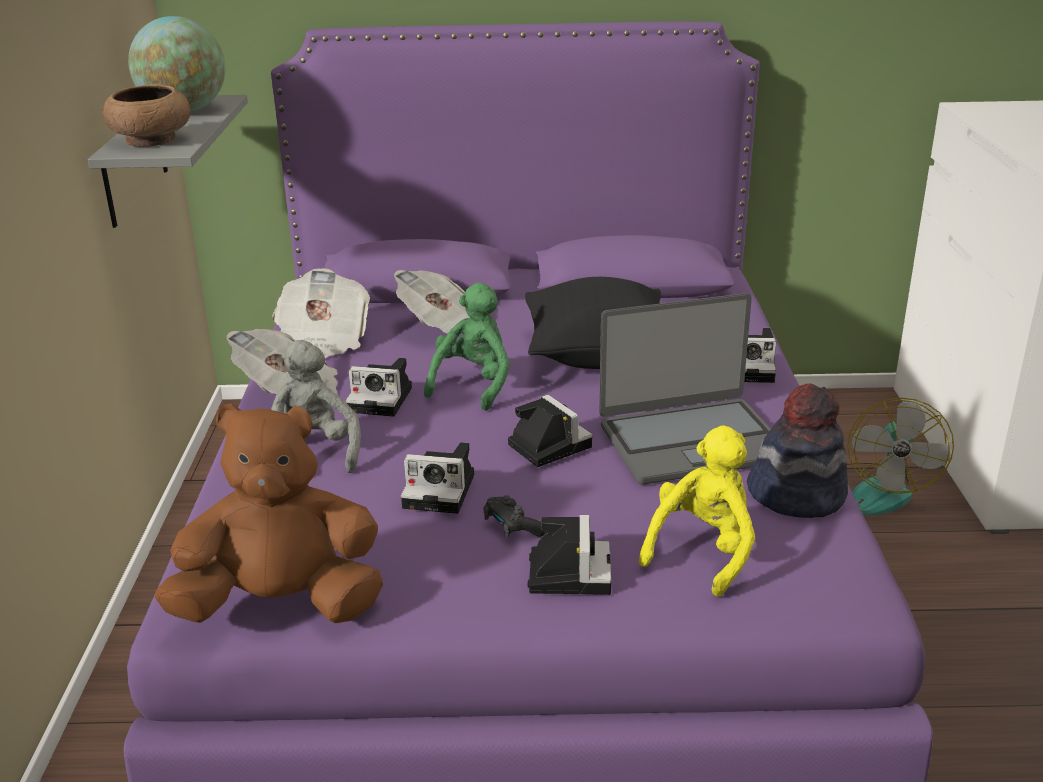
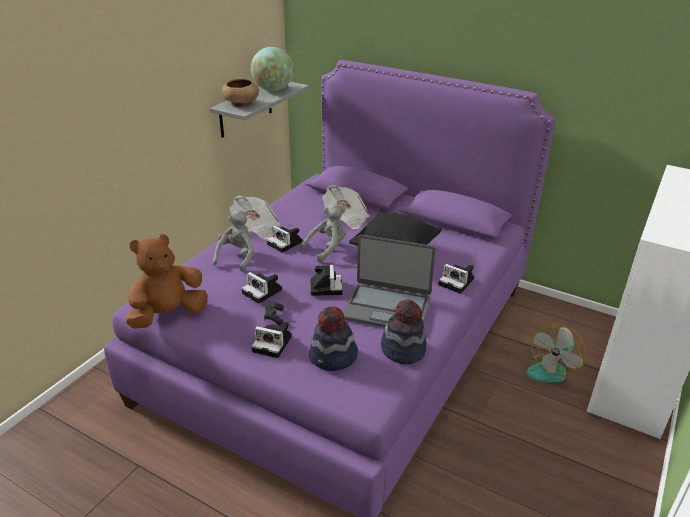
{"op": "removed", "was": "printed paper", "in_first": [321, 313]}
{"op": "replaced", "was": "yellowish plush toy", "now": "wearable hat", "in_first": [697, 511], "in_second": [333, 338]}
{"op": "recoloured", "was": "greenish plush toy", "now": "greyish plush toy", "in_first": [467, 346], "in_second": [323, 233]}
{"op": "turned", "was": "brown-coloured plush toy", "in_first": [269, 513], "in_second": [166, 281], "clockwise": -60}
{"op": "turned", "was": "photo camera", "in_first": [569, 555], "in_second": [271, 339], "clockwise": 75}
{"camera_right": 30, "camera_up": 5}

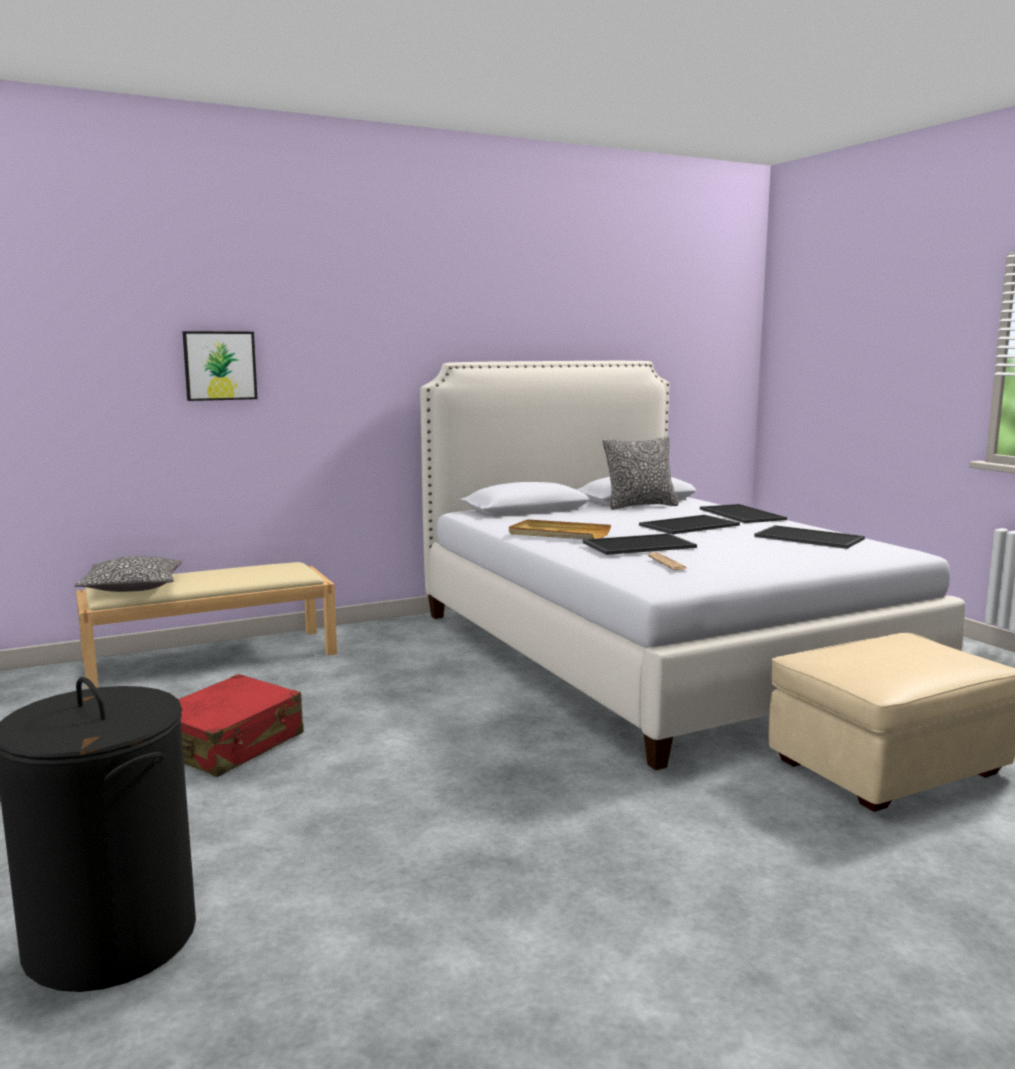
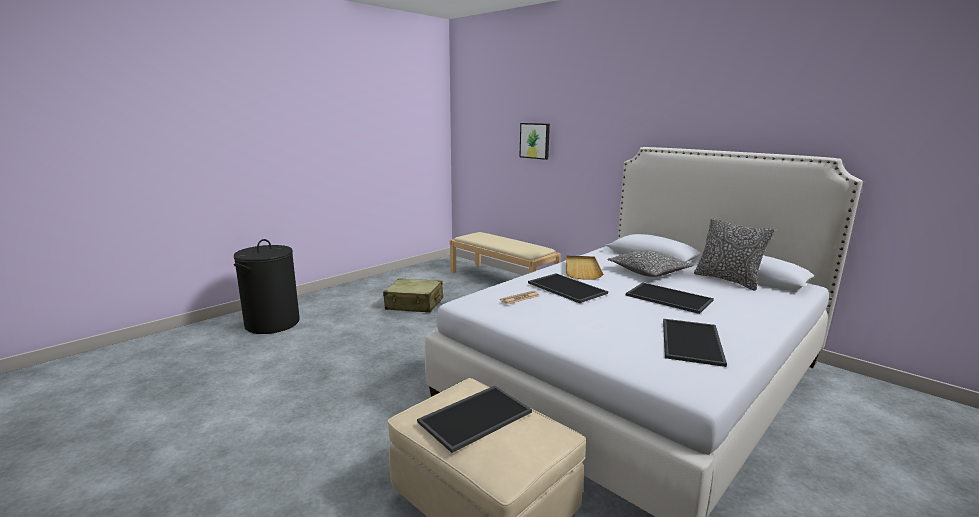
{"op": "moved", "was": "cushion", "in_first": [128, 574], "in_second": [650, 263]}
{"op": "moved", "was": "carrying tray", "in_first": [743, 513], "in_second": [474, 419]}
{"op": "recoloured", "was": "red-coloured travel case", "now": "beige-coloured travel case", "in_first": [241, 725], "in_second": [413, 295]}
{"camera_right": 70, "camera_up": 5}

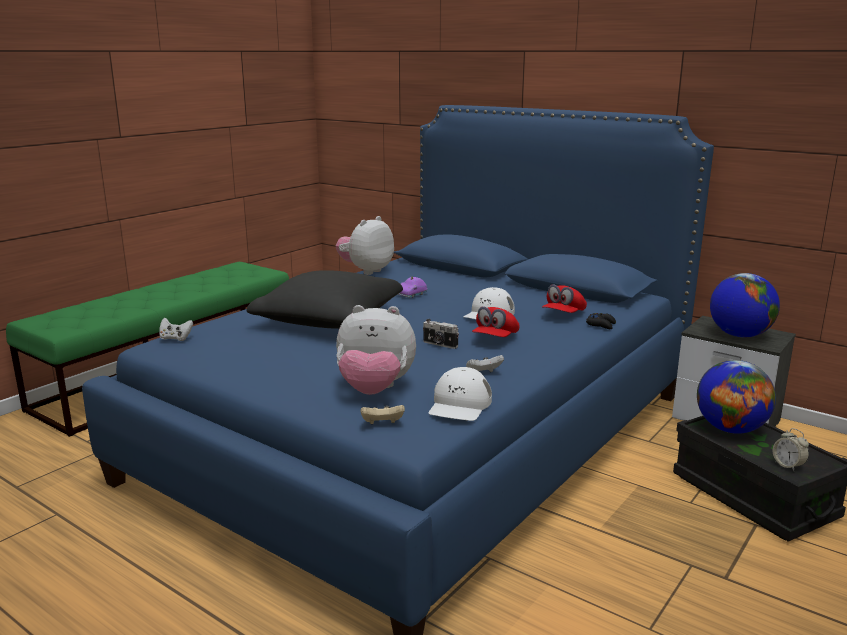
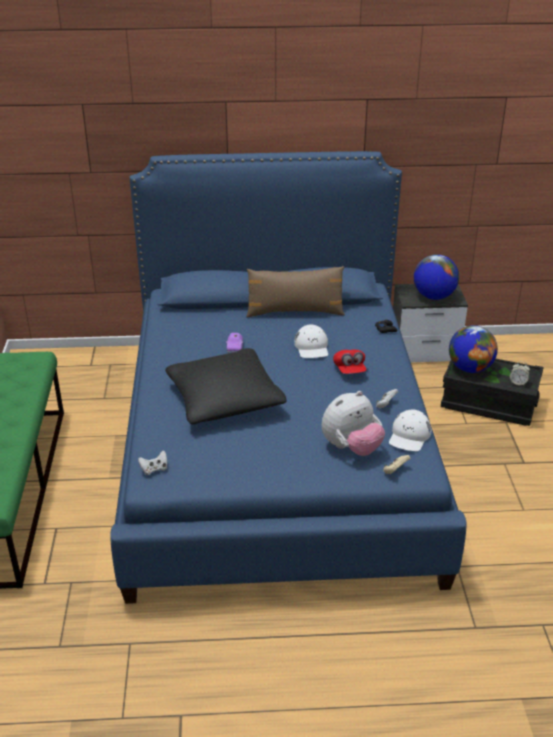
{"op": "removed", "was": "plush toy", "in_first": [365, 245]}
{"op": "removed", "was": "photo camera", "in_first": [441, 334]}
{"op": "removed", "was": "red-coloured cap", "in_first": [564, 298]}
{"op": "added", "now": "brown-coloured cushion", "in_second": [295, 291]}
{"op": "turned", "was": "white-coloured cap", "in_first": [460, 394], "in_second": [410, 430], "clockwise": 45}
{"camera_right": -40, "camera_up": 15}

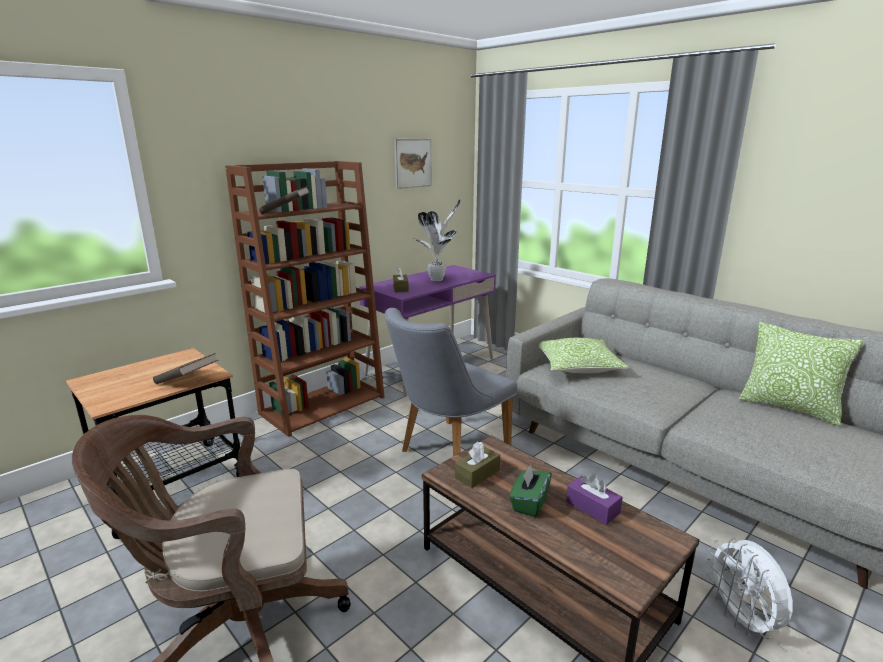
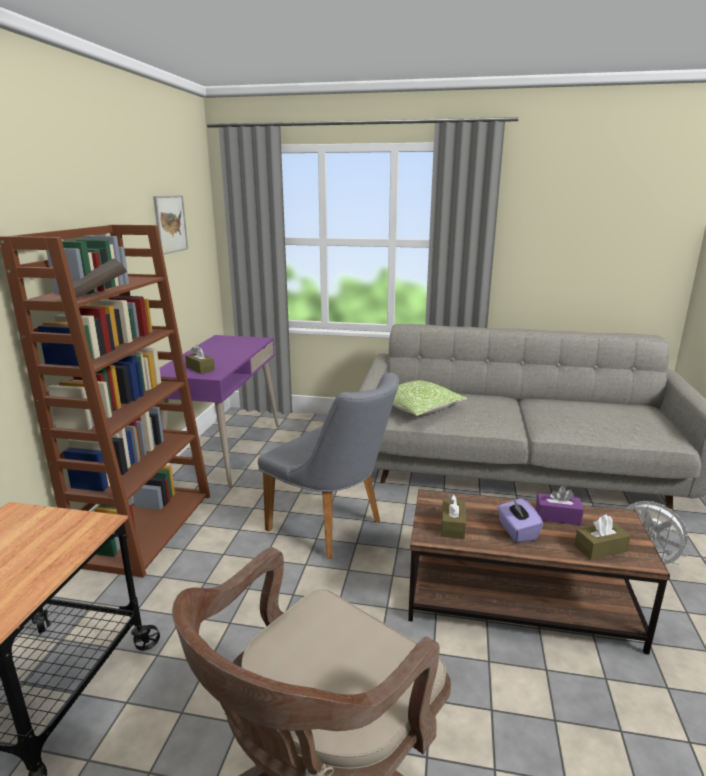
{"op": "removed", "was": "brown-coloured volume", "in_first": [186, 368]}
{"op": "removed", "was": "houseplant", "in_first": [437, 240]}
{"op": "removed", "was": "cushion", "in_first": [801, 374]}
{"op": "added", "now": "brown-coloured tissue box", "in_second": [602, 537]}
{"op": "recoloured", "was": "greenish tissue box", "now": "purple tissue box", "in_first": [530, 490], "in_second": [520, 520]}
{"op": "turned", "was": "greyish upright chair", "in_first": [451, 382], "in_second": [328, 465], "clockwise": -60}
{"camera_right": -35, "camera_up": 0}

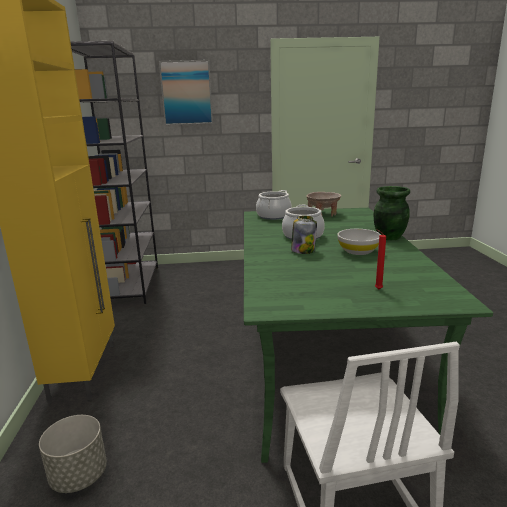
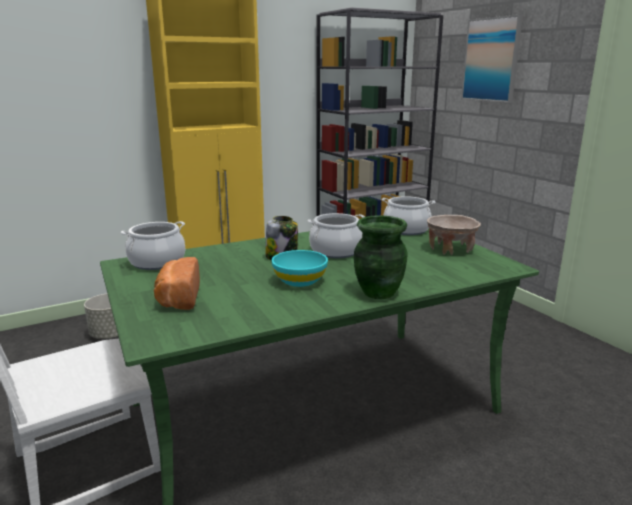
{"op": "added", "now": "cooking pot", "in_second": [153, 245]}
{"op": "replaced", "was": "red-coloured wax candle", "now": "bread", "in_first": [380, 259], "in_second": [177, 283]}
{"op": "recoloured", "was": "white-coloured deep dish", "now": "turquoise deep dish", "in_first": [359, 242], "in_second": [300, 268]}
{"camera_right": 65, "camera_up": 0}

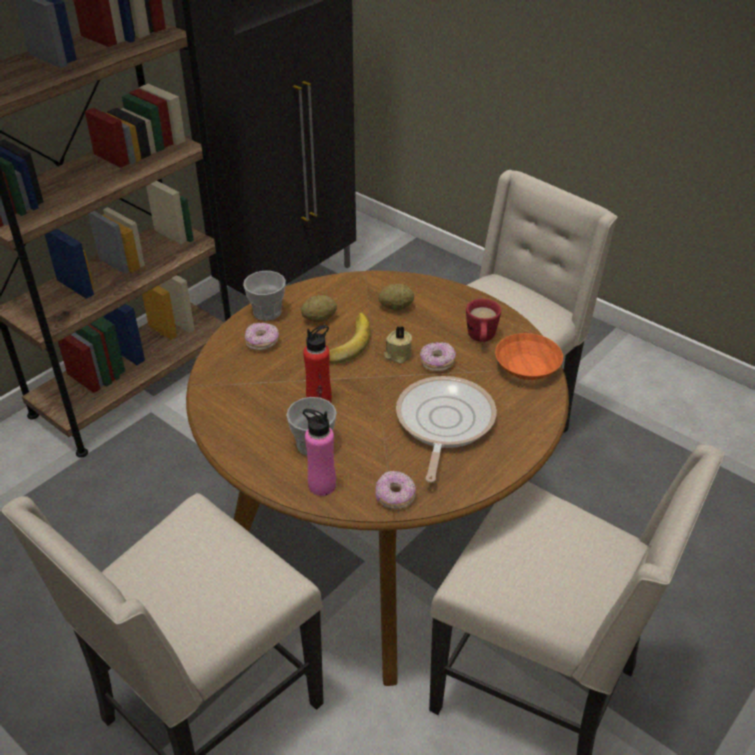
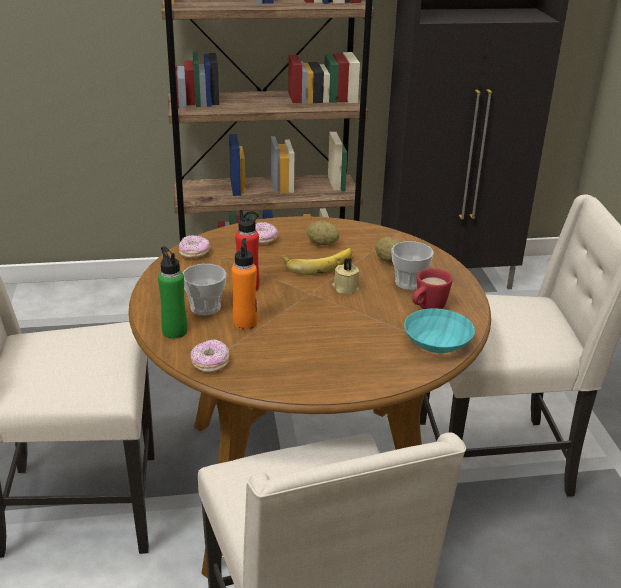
{"op": "removed", "was": "frying pan", "in_first": [446, 429]}
{"op": "added", "now": "orangey drink bottle", "in_second": [245, 284]}
{"op": "moved", "was": "cup", "in_first": [264, 296], "in_second": [412, 265]}
{"op": "moved", "was": "donut", "in_first": [438, 357], "in_second": [194, 246]}
{"op": "recoloured", "was": "pink drink bottle", "now": "greenish drink bottle", "in_first": [319, 452], "in_second": [172, 292]}
{"op": "recoloured", "was": "orangey deep dish", "now": "turquoise deep dish", "in_first": [529, 356], "in_second": [439, 330]}
{"camera_right": 40, "camera_up": -10}

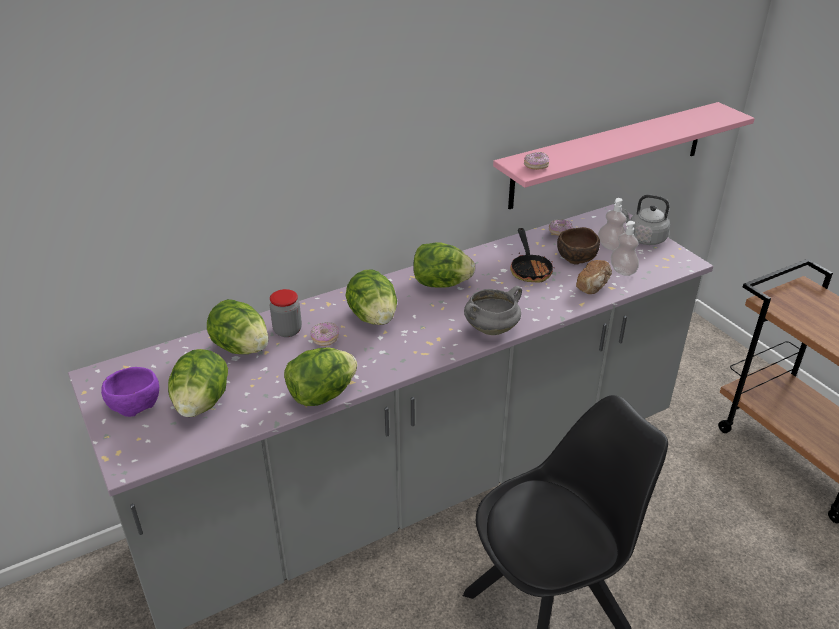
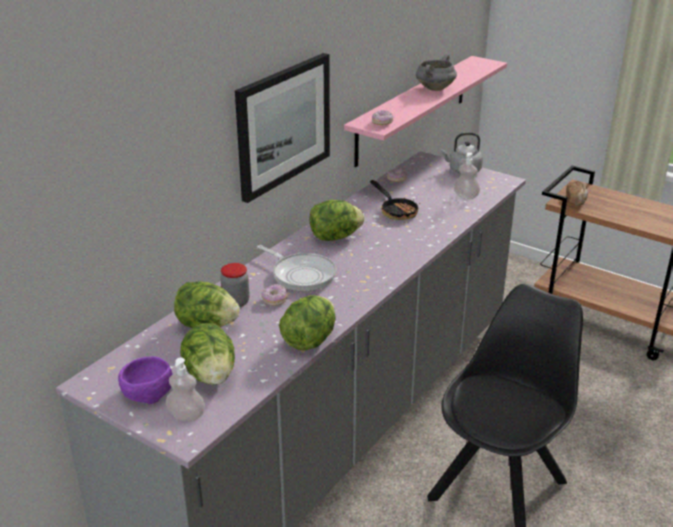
{"op": "removed", "was": "brown-coloured deep dish", "in_first": [578, 246]}
{"op": "added", "now": "wall art", "in_second": [282, 128]}
{"op": "moved", "was": "greyish cooking pot", "in_first": [493, 310], "in_second": [436, 72]}
{"op": "moved", "was": "bread", "in_first": [594, 277], "in_second": [577, 193]}
{"op": "moved", "was": "soap dispenser", "in_first": [612, 224], "in_second": [185, 390]}
{"op": "replaced", "was": "head of lettuce", "now": "frying pan", "in_first": [371, 297], "in_second": [296, 268]}
{"camera_right": -25, "camera_up": -5}

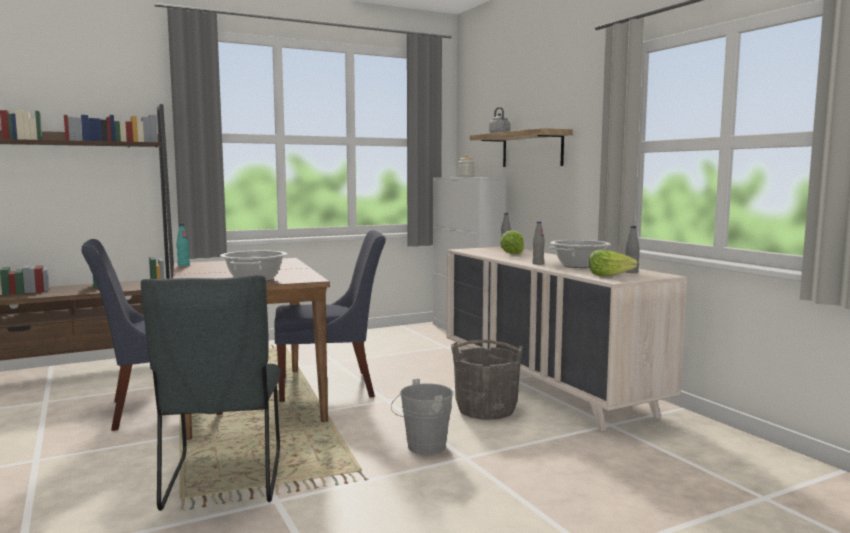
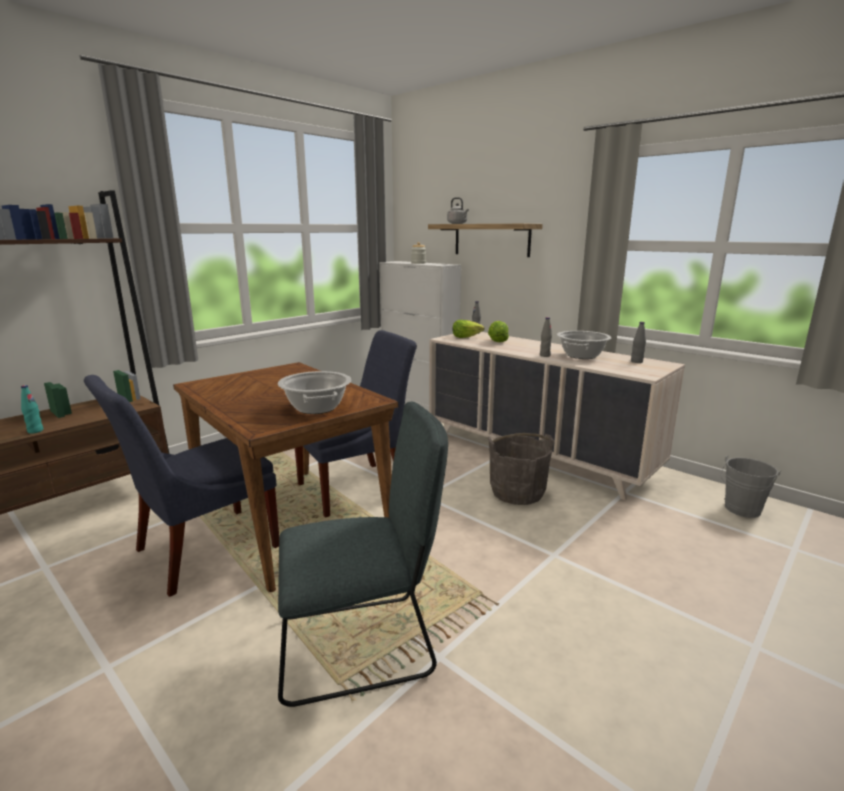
{"op": "moved", "was": "turquoise drink bottle", "in_first": [183, 245], "in_second": [32, 409]}
{"op": "moved", "was": "greyish pail", "in_first": [422, 417], "in_second": [751, 486]}
{"op": "moved", "was": "head of lettuce", "in_first": [613, 263], "in_second": [469, 329]}
{"op": "turned", "was": "greyish upright chair", "in_first": [211, 393], "in_second": [363, 554], "clockwise": -75}
{"camera_right": -20, "camera_up": 10}

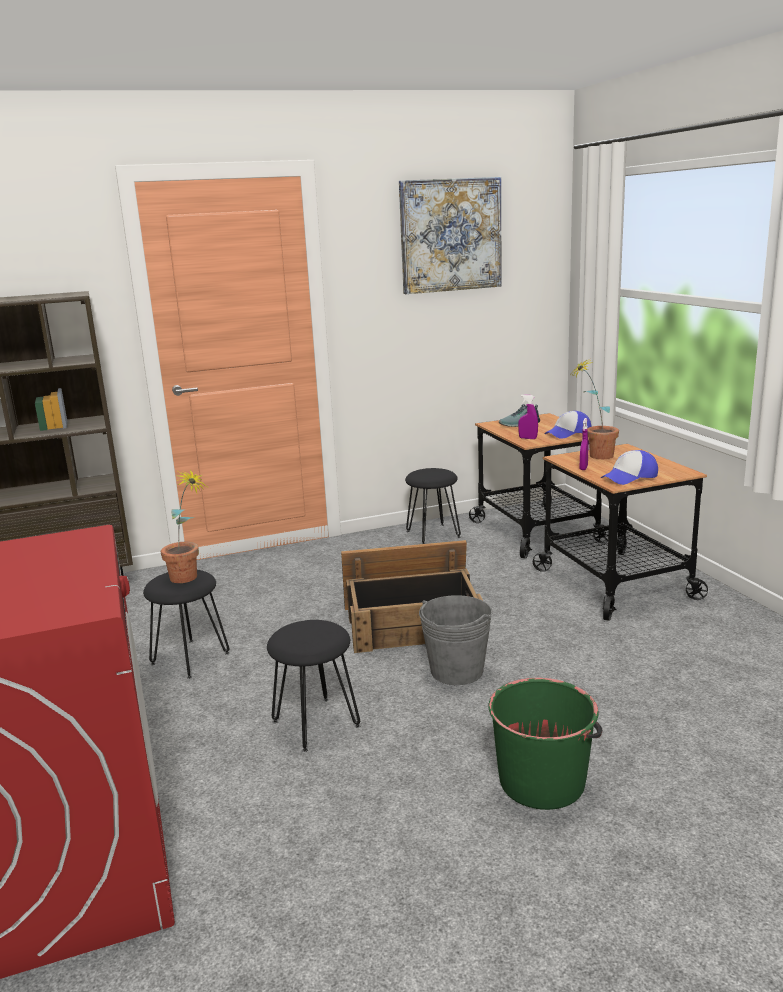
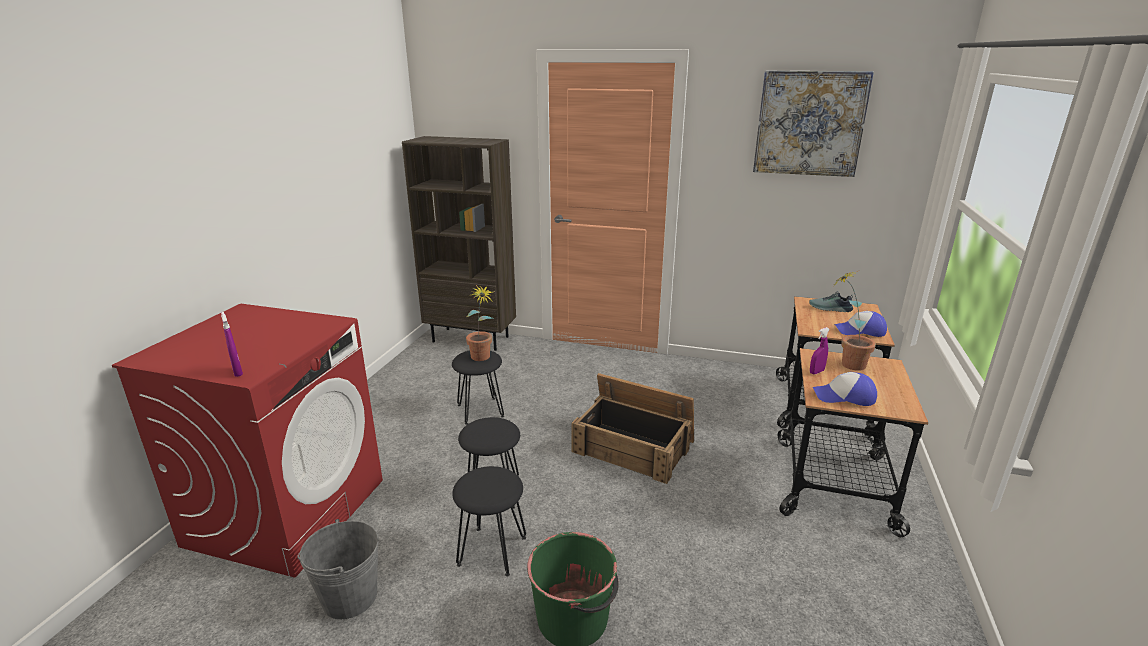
{"op": "moved", "was": "black-coloured stool", "in_first": [433, 506], "in_second": [489, 521]}
{"op": "moved", "was": "greyish pail", "in_first": [455, 640], "in_second": [338, 569]}
{"op": "moved", "was": "purple spray bottle", "in_first": [528, 416], "in_second": [232, 344]}
{"camera_right": 35, "camera_up": 5}

